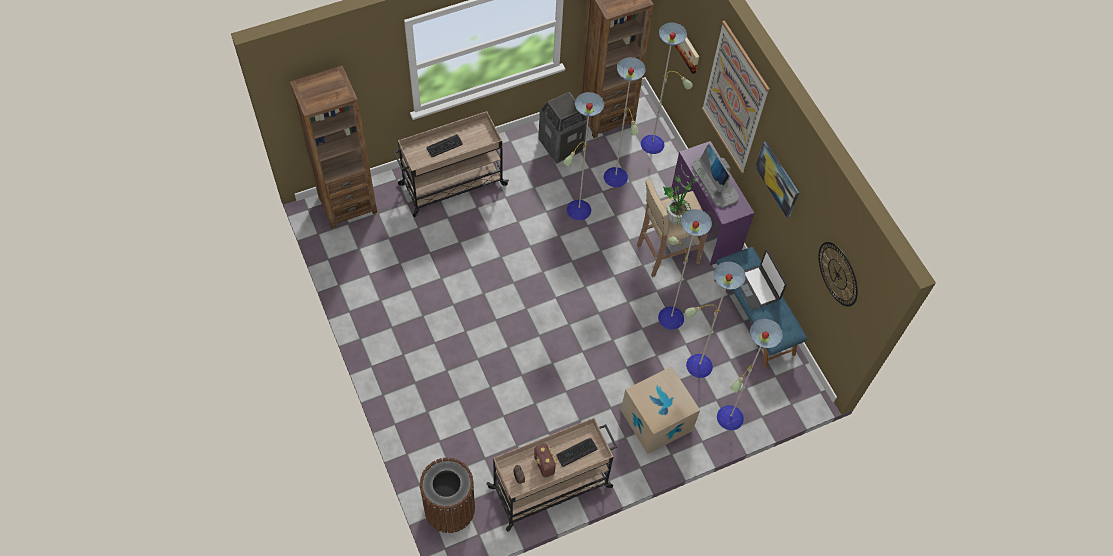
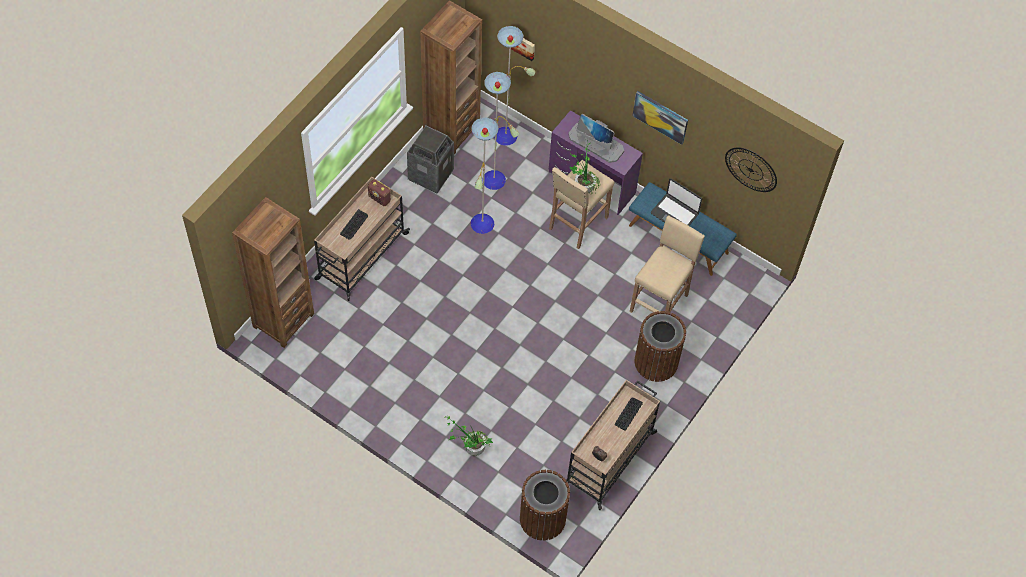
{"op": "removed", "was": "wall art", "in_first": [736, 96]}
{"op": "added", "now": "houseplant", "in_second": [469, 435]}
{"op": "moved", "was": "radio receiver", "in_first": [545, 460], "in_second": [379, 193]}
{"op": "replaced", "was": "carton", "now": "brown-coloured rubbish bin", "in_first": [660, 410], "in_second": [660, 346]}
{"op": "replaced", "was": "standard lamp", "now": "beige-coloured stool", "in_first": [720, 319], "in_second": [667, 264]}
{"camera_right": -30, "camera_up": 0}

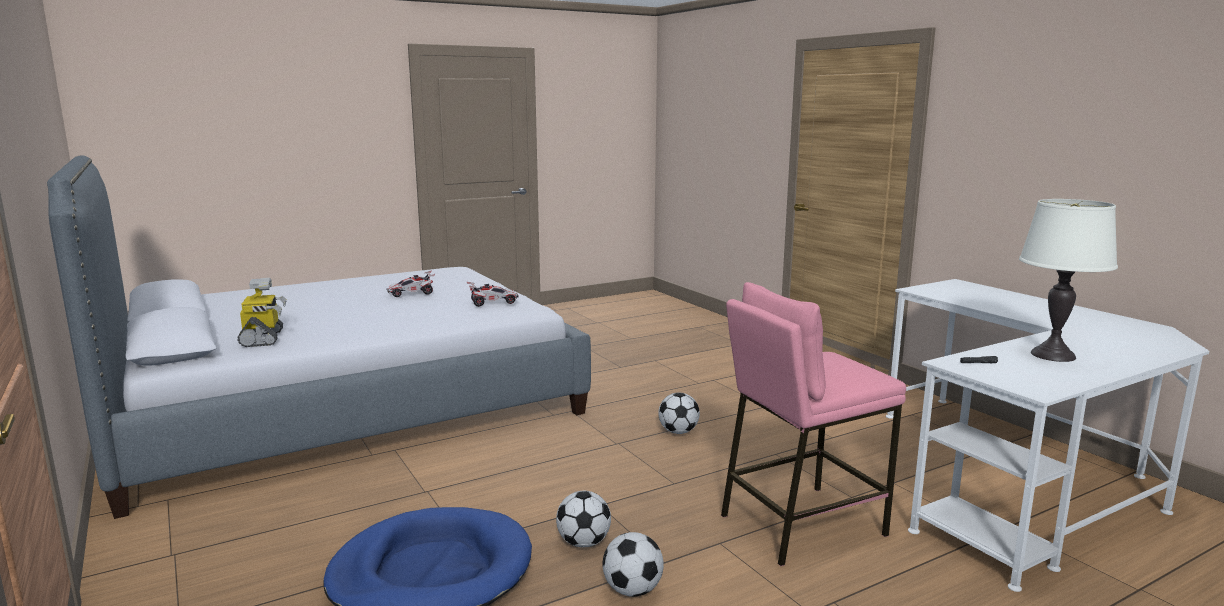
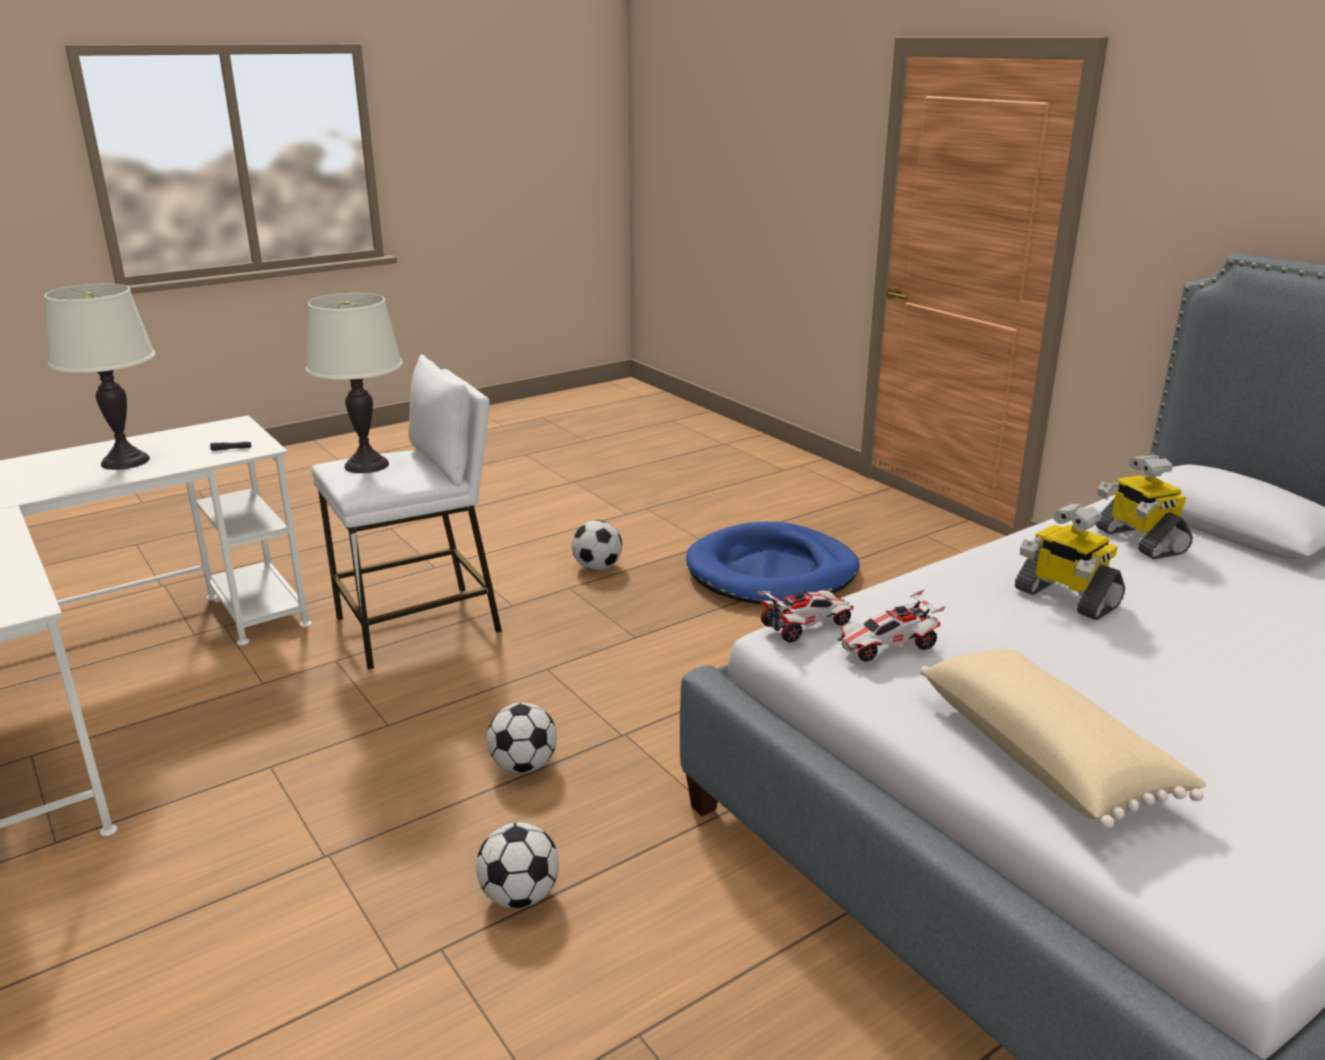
{"op": "added", "now": "white-coloured tabletop lamp", "in_second": [354, 383]}
{"op": "added", "now": "beige-coloured cushion", "in_second": [1063, 738]}
{"op": "added", "now": "toy robot", "in_second": [1070, 561]}
{"op": "moved", "was": "miniature car", "in_first": [410, 283], "in_second": [805, 616]}
{"op": "moved", "was": "football ball", "in_first": [583, 519], "in_second": [517, 865]}
{"op": "recoloured", "was": "pink stool", "now": "white-coloured stool", "in_first": [813, 424], "in_second": [407, 512]}
{"camera_right": 175, "camera_up": 10}

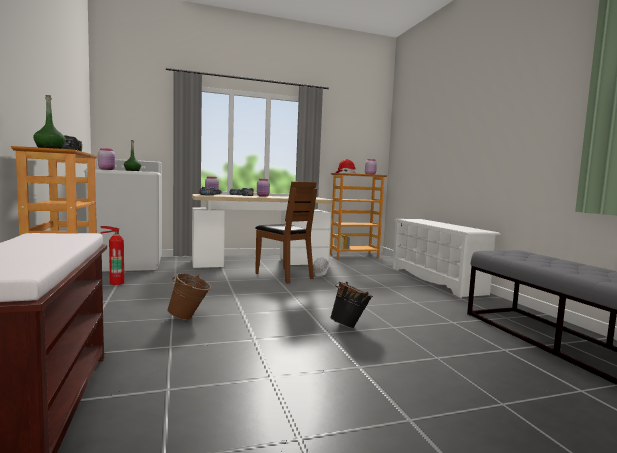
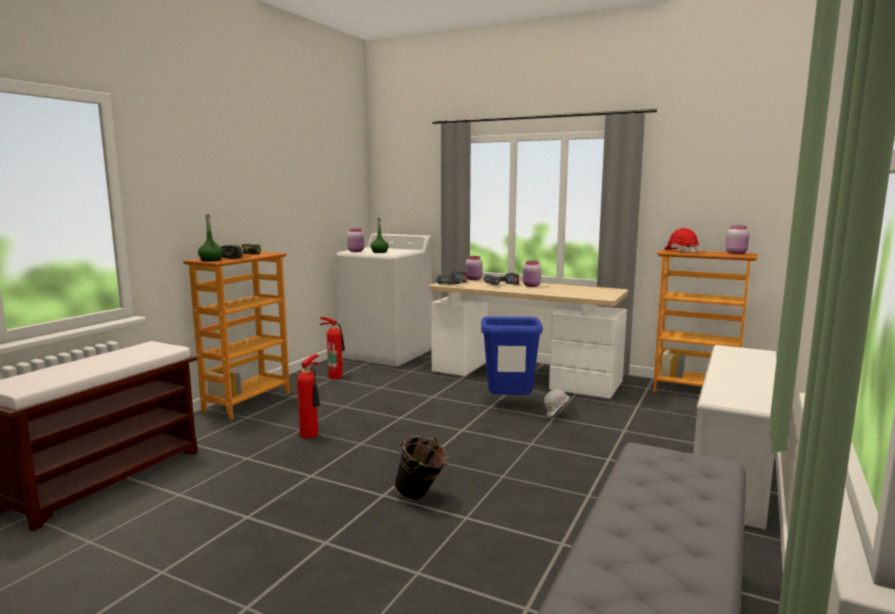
{"op": "replaced", "was": "brown-coloured pail", "now": "fire-fighting cylinder", "in_first": [189, 296], "in_second": [308, 396]}
{"op": "replaced", "was": "brown-coloured upright chair", "now": "blue-coloured rubbish bin", "in_first": [286, 232], "in_second": [512, 355]}
{"camera_right": 45, "camera_up": 5}

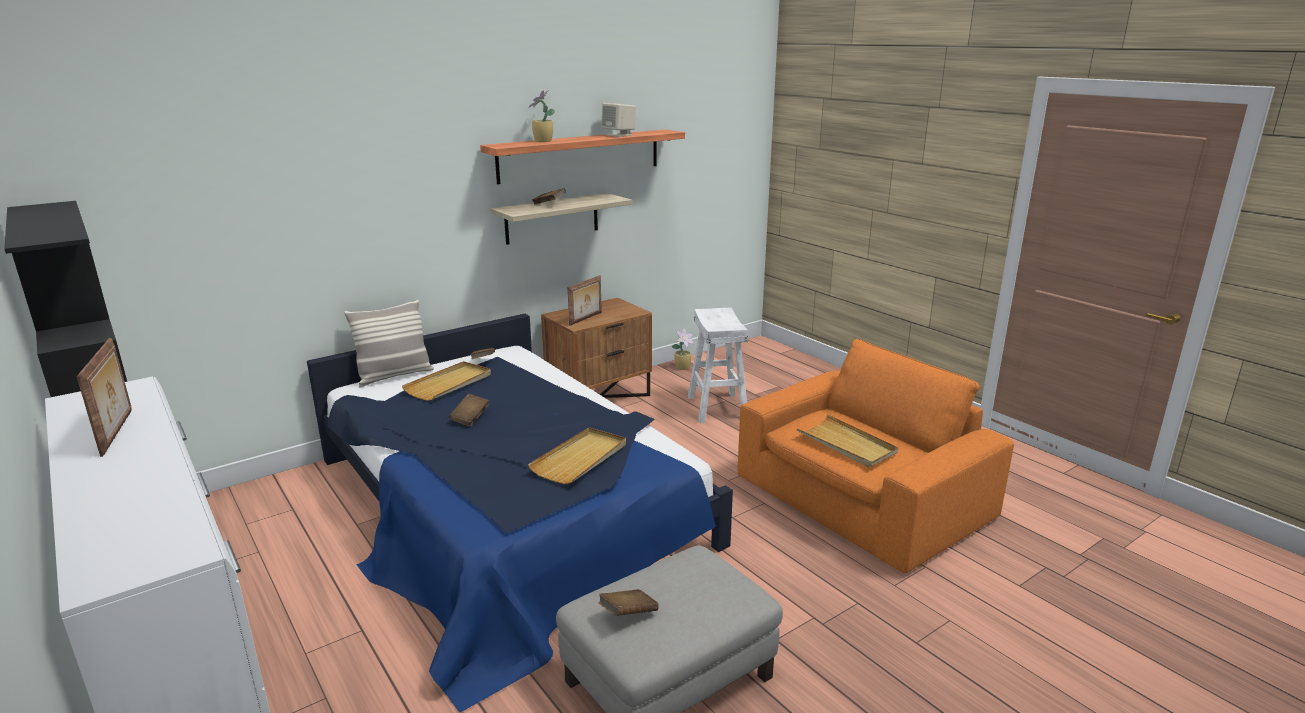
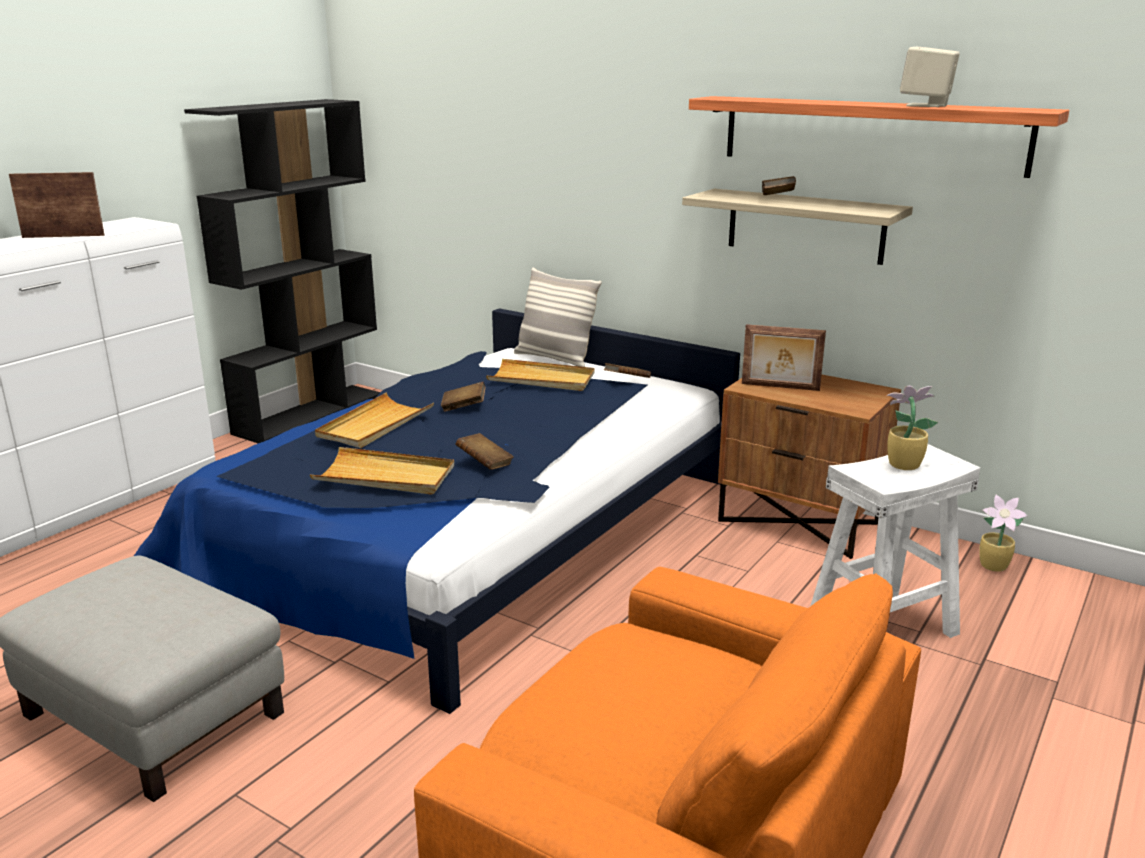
{"op": "moved", "was": "houseplant", "in_first": [542, 116], "in_second": [912, 428]}
{"op": "moved", "was": "brown-coloured volume", "in_first": [628, 602], "in_second": [484, 451]}
{"op": "moved", "was": "beige-coloured carrying tray", "in_first": [847, 441], "in_second": [374, 420]}
{"op": "turned", "was": "standing frame", "in_first": [104, 397], "in_second": [57, 205], "clockwise": -150}
{"camera_right": 70, "camera_up": 0}

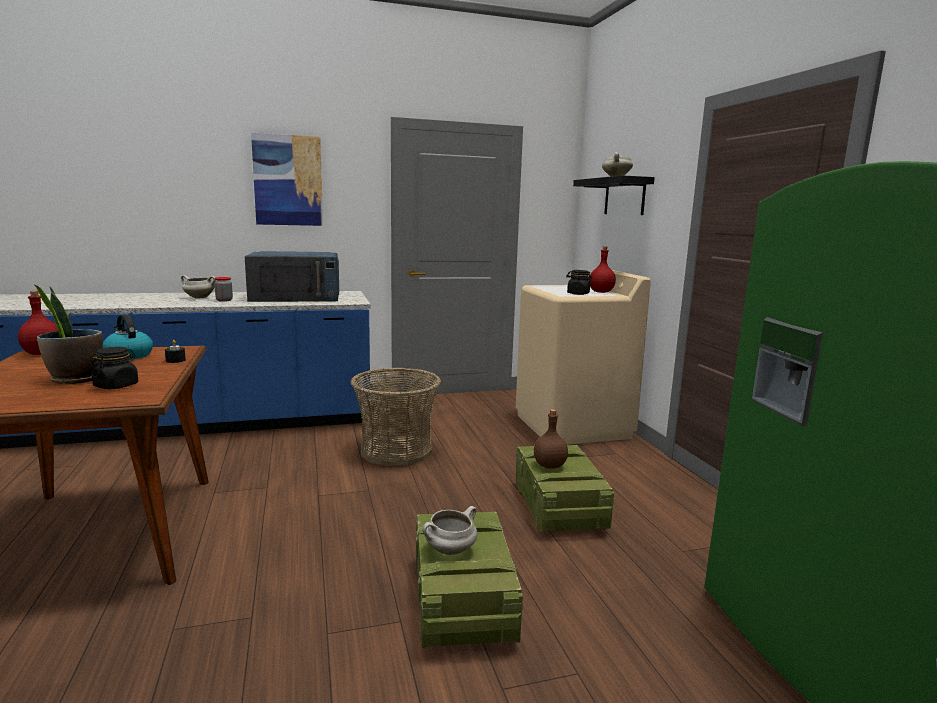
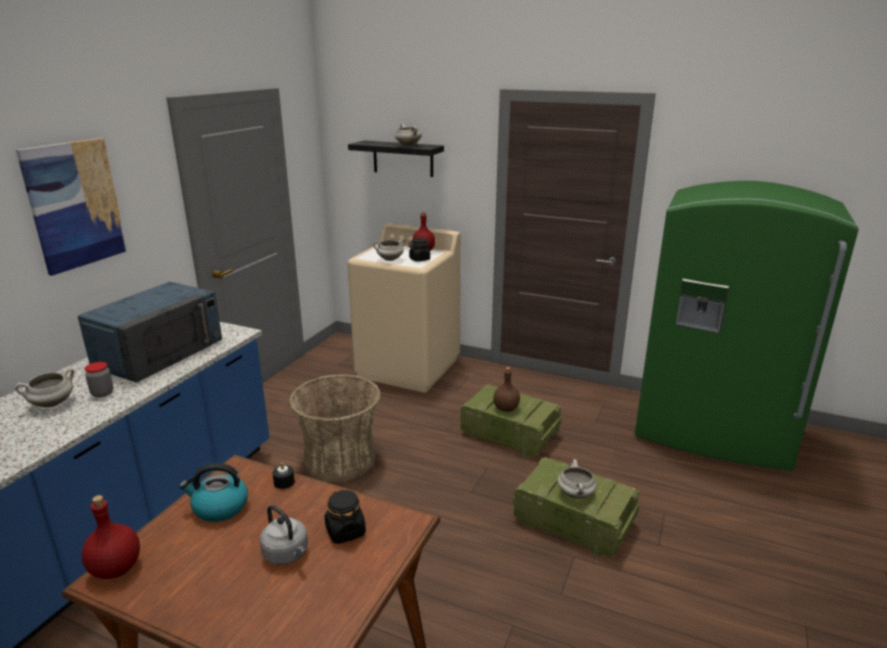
{"op": "added", "now": "white-coloured cooking pot", "in_second": [389, 249]}
{"op": "replaced", "was": "houseplant", "now": "greyish water kettle", "in_first": [68, 334], "in_second": [284, 535]}
{"camera_right": -50, "camera_up": 10}

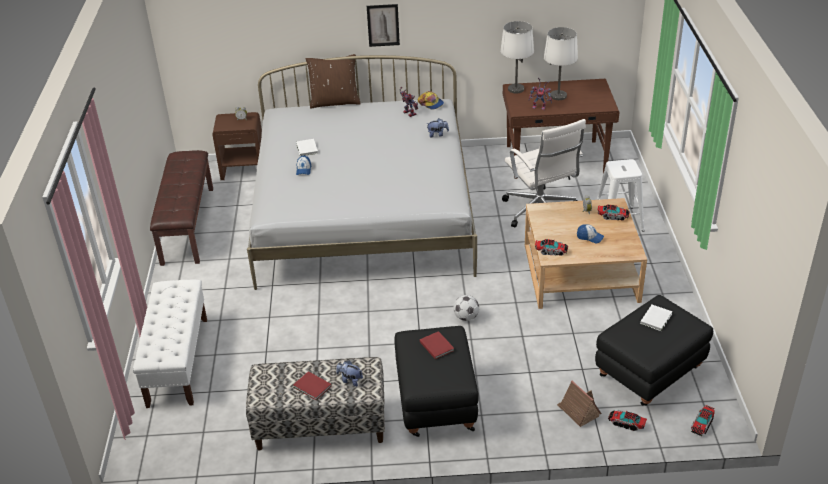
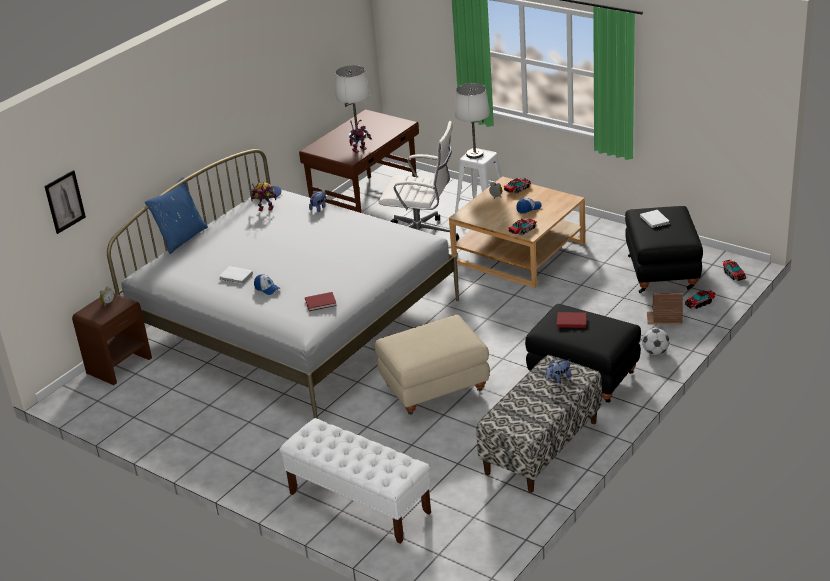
{"op": "removed", "was": "brown-coloured long seat", "in_first": [181, 208]}
{"op": "added", "now": "beige-coloured pouffe", "in_second": [432, 365]}
{"op": "moved", "was": "red-coloured volume", "in_first": [312, 385], "in_second": [321, 301]}
{"op": "moved", "was": "wall art", "in_first": [383, 25], "in_second": [65, 202]}
{"op": "moved", "was": "football ball", "in_first": [466, 308], "in_second": [656, 341]}
{"op": "moved", "was": "white-coloured tabletop lamp", "in_first": [517, 57], "in_second": [472, 121]}
{"op": "recoloured", "was": "brown-coloured cushion", "now": "blue-coloured cushion", "in_first": [333, 81], "in_second": [176, 215]}
{"camera_right": -50, "camera_up": -5}

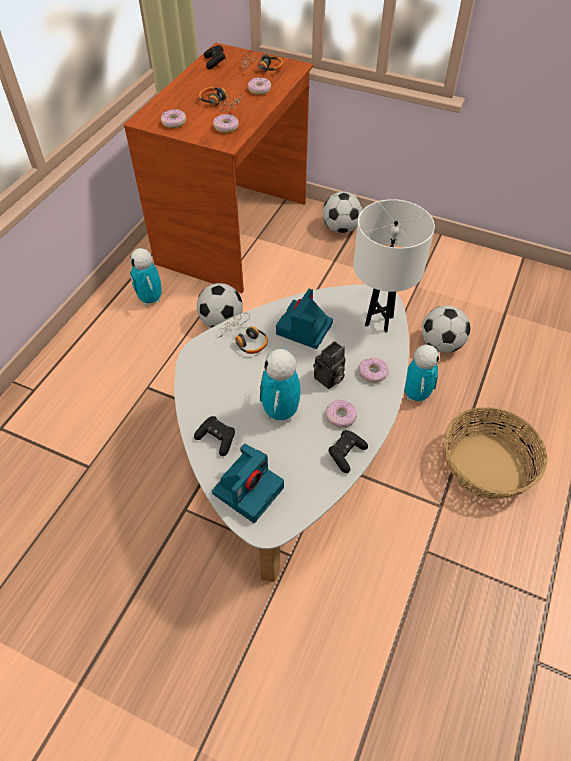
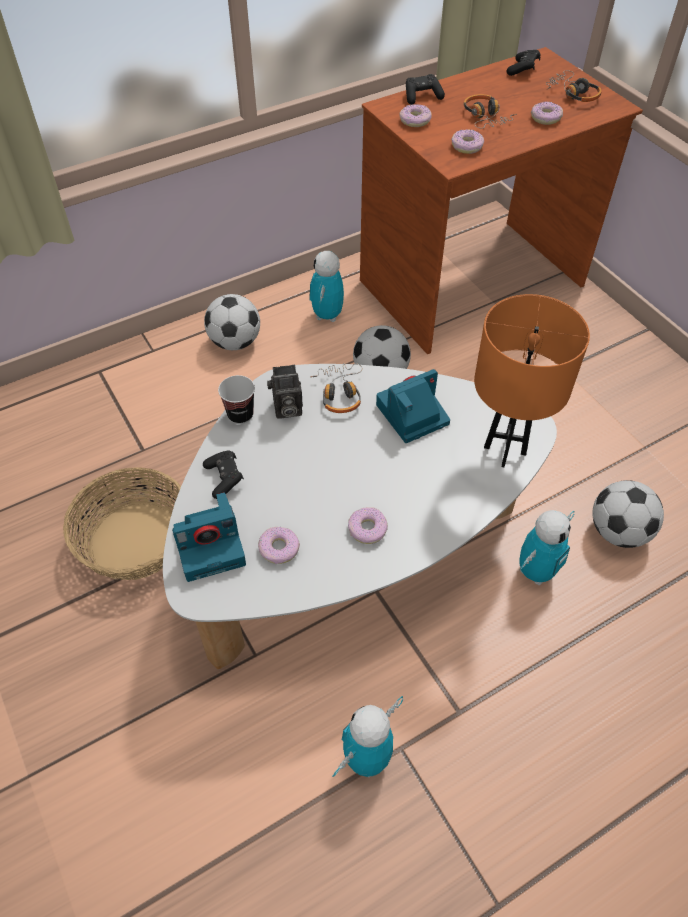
{"op": "added", "now": "cup", "in_second": [236, 399]}
{"op": "moved", "was": "toy robot", "in_first": [280, 383], "in_second": [367, 736]}
{"op": "moved", "was": "photo camera", "in_first": [329, 365], "in_second": [285, 391]}
{"op": "moved", "was": "football ball", "in_first": [342, 212], "in_second": [232, 322]}
{"op": "moved", "was": "black-coloured joypad", "in_first": [348, 451], "in_second": [425, 89]}
{"op": "moved", "was": "donut", "in_first": [373, 370], "in_second": [279, 545]}
{"op": "moved", "was": "basket", "in_first": [496, 453], "in_second": [122, 523]}
{"op": "recoloured", "was": "white-coloured tabletop lamp", "now": "orangey tabletop lamp", "in_first": [394, 265], "in_second": [532, 380]}
{"camera_right": 35, "camera_up": 0}

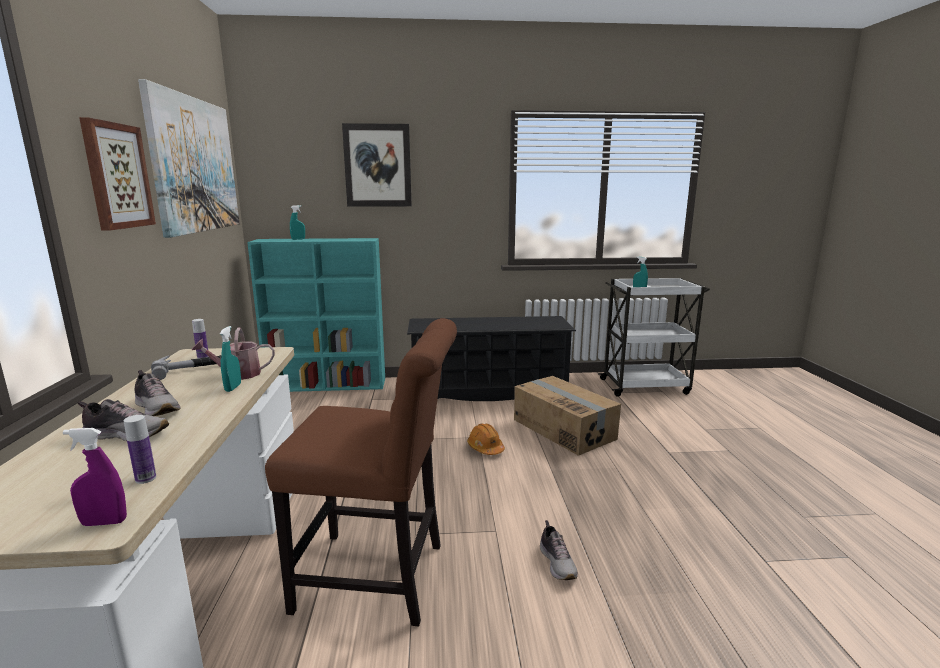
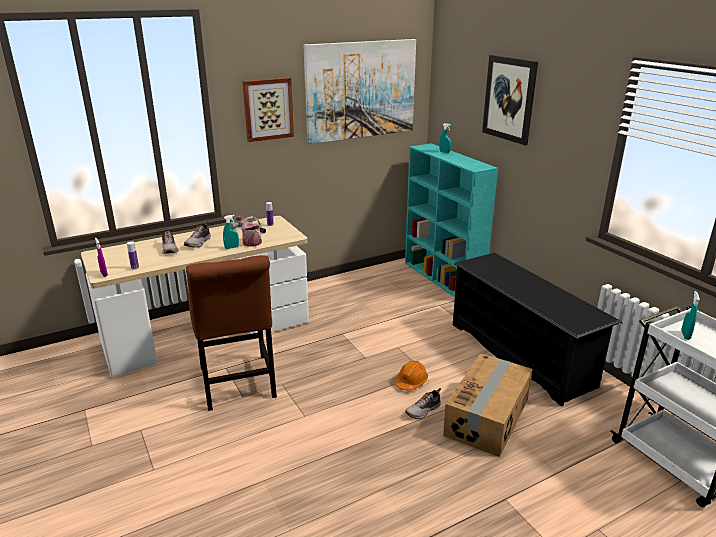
{"op": "moved", "was": "item of footwear", "in_first": [559, 550], "in_second": [423, 403]}
{"camera_right": 65, "camera_up": 10}

